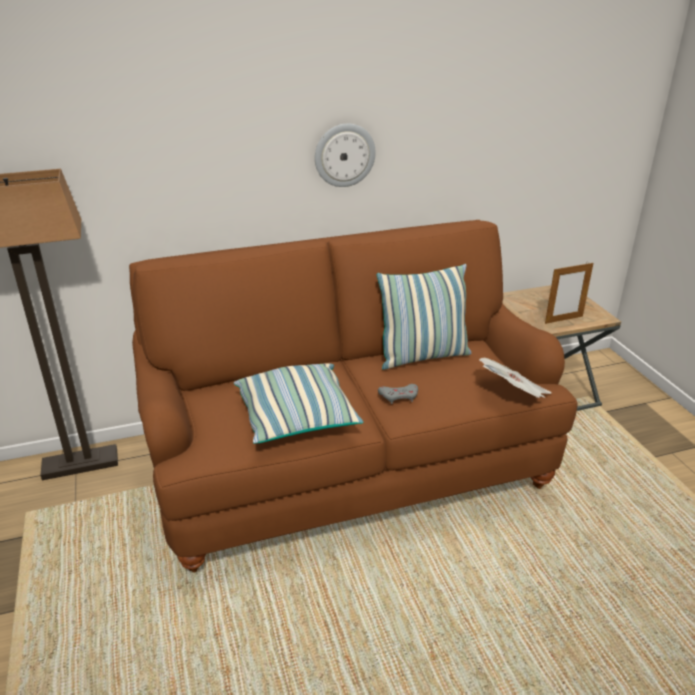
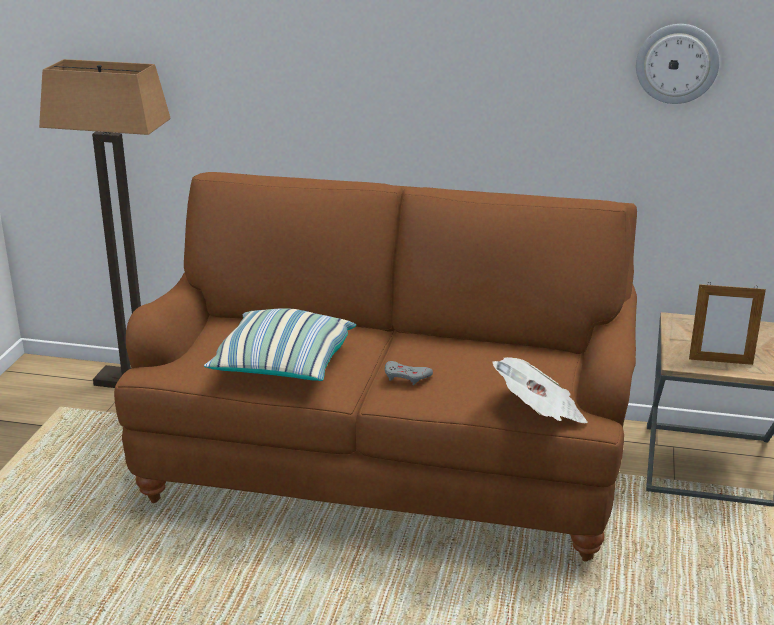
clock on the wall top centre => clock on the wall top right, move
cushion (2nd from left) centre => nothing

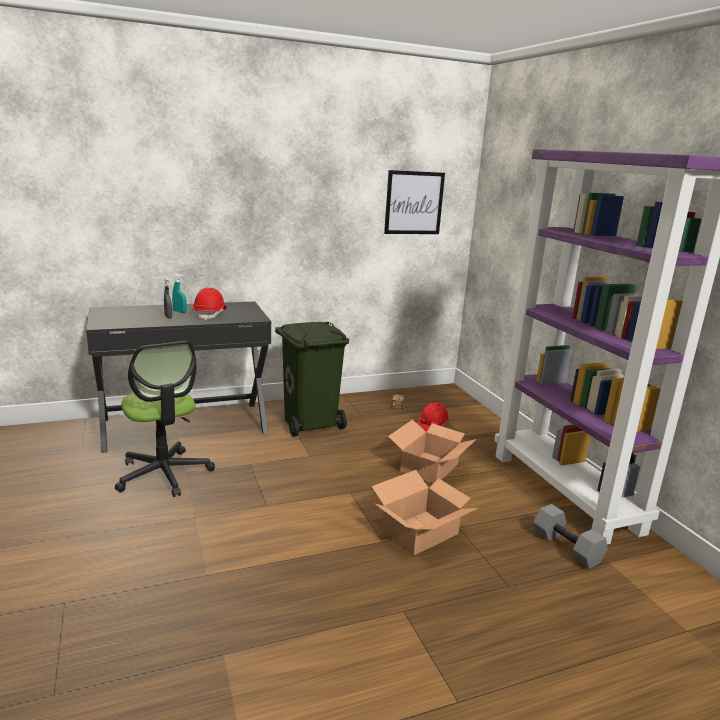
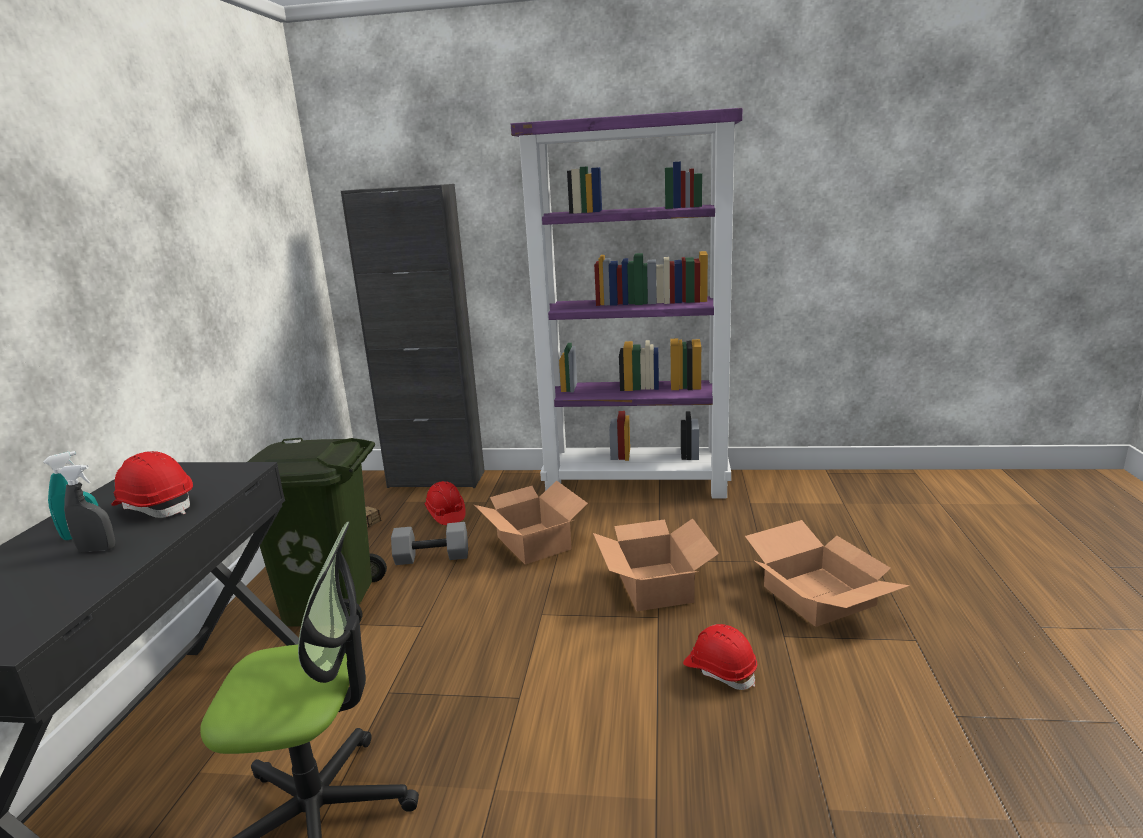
nothing => cabinet in black-coloured centre
hand weight in gray bottom right => hand weight in gray centre, move
nothing => safety helmet in red-coloured (3rd from left) bottom centre
nothing => cardboard box (3rd from left) bottom right
wall art top centre => nothing

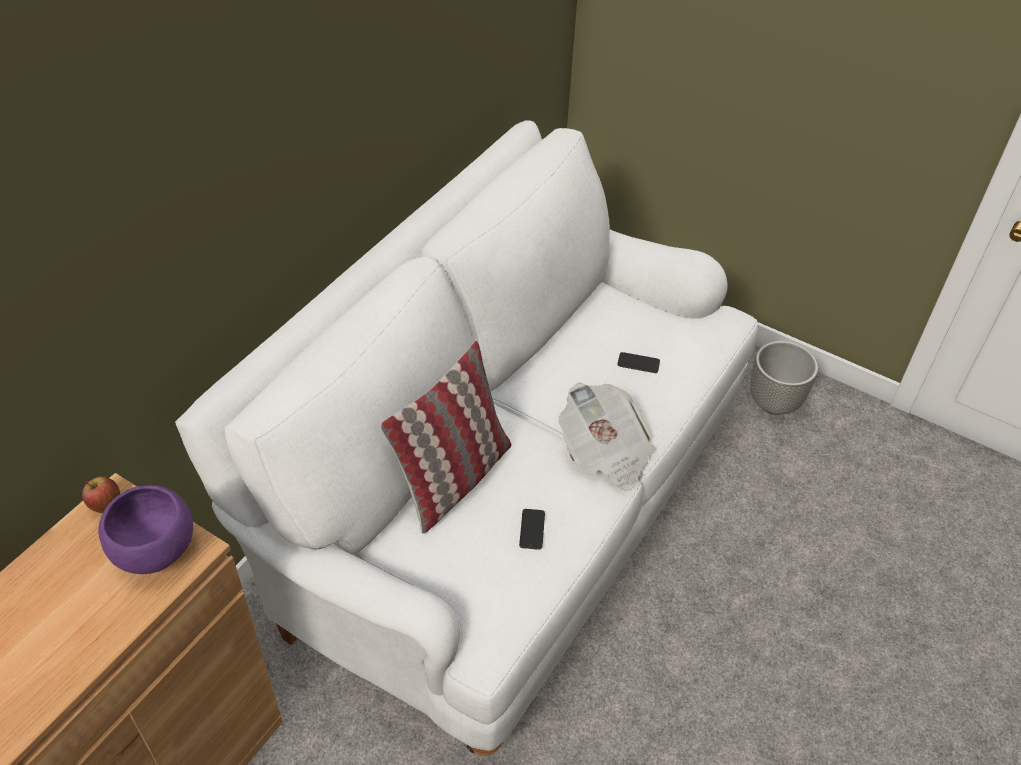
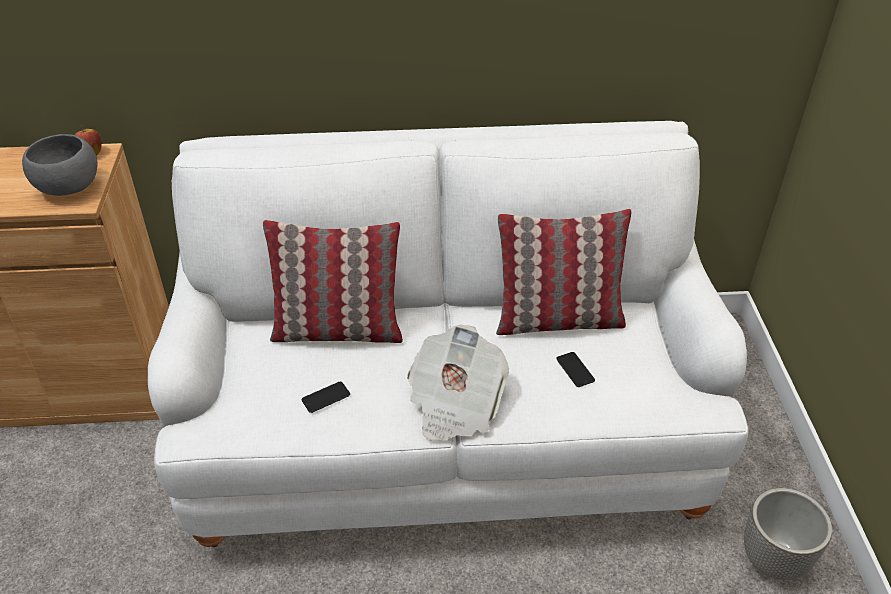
serving bowl in purplish bottom left => serving bowl in gray top left
nothing => cushion (2nd from left) centre

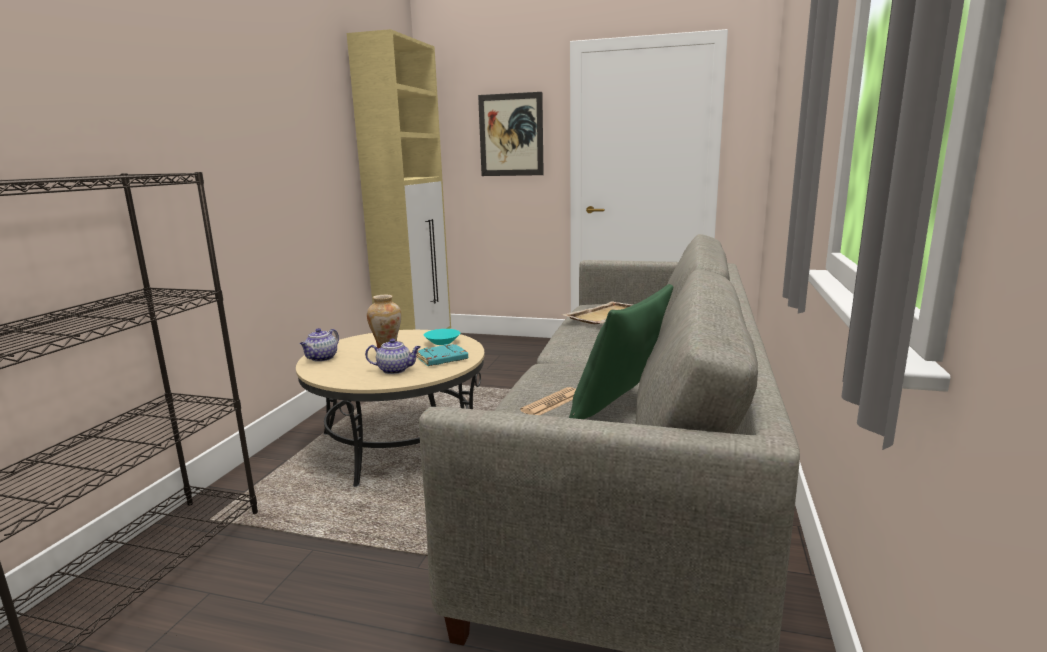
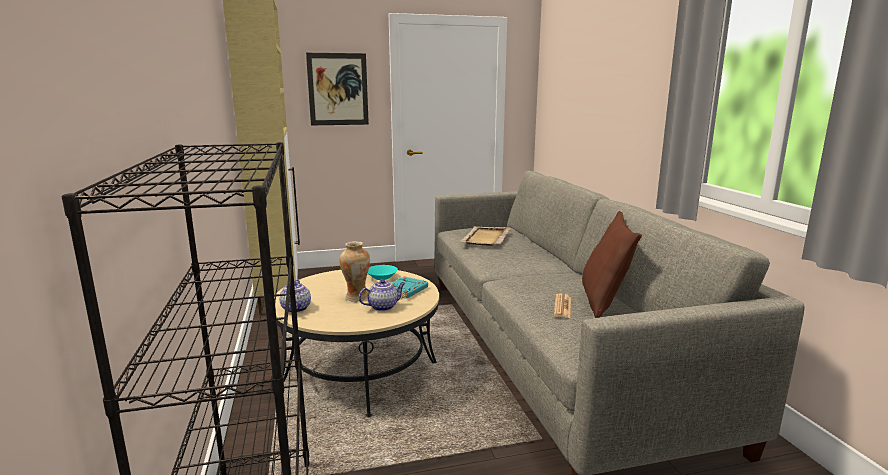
cushion in greenish centre => cushion in brown-coloured middle right

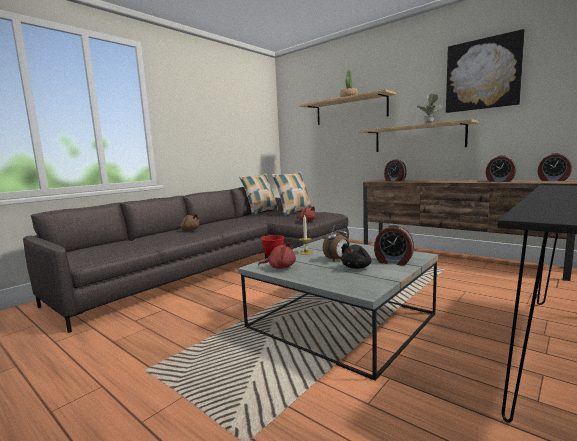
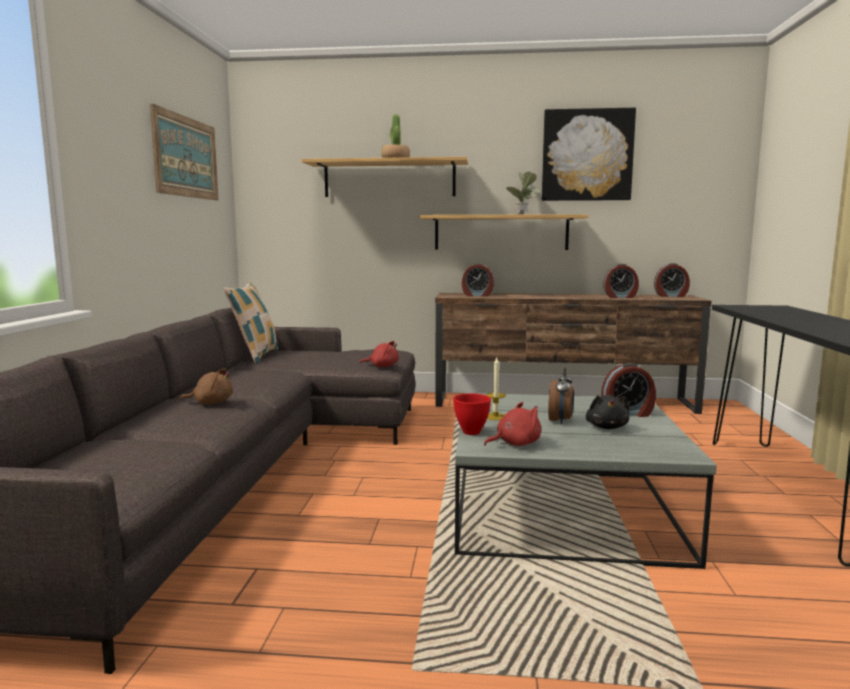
nothing => wall art (1st from left) top left
cushion (2nd from left) centre => nothing

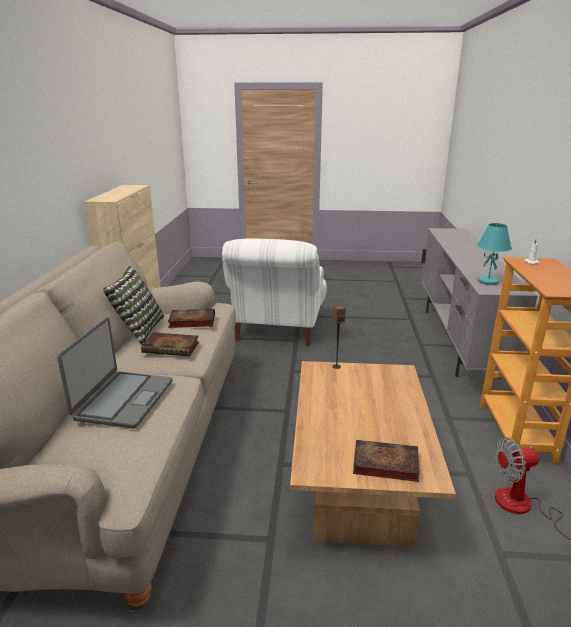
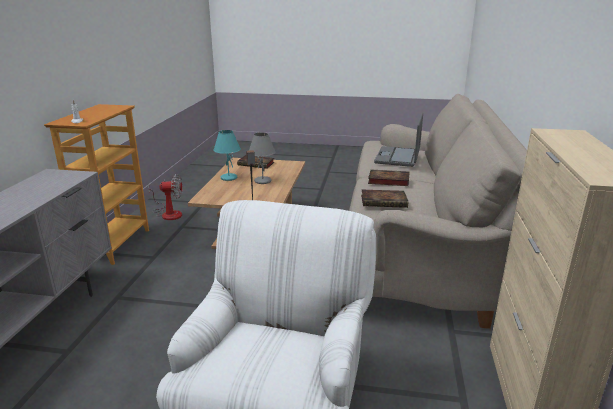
table lamp in turquoise-coloured middle right => table lamp in turquoise-coloured centre, move
nothing => table lamp in gray centre
cushion middle left => nothing

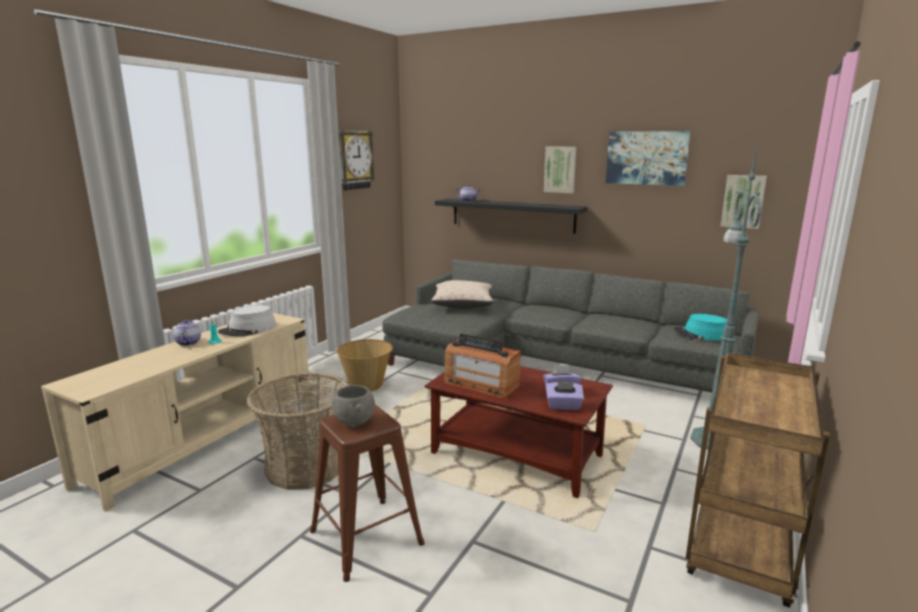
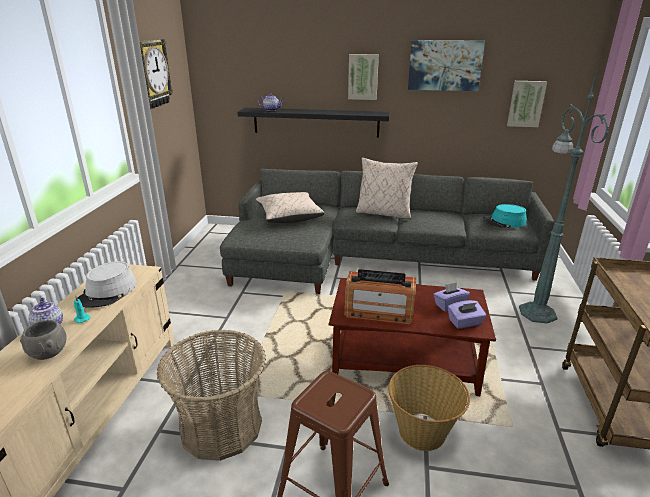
serving bowl in gray centre => serving bowl in gray bottom left, move
nothing => cushion in beige (2nd from left) centre
storage basket (2nd from left) centre => storage basket (2nd from left) bottom centre, move

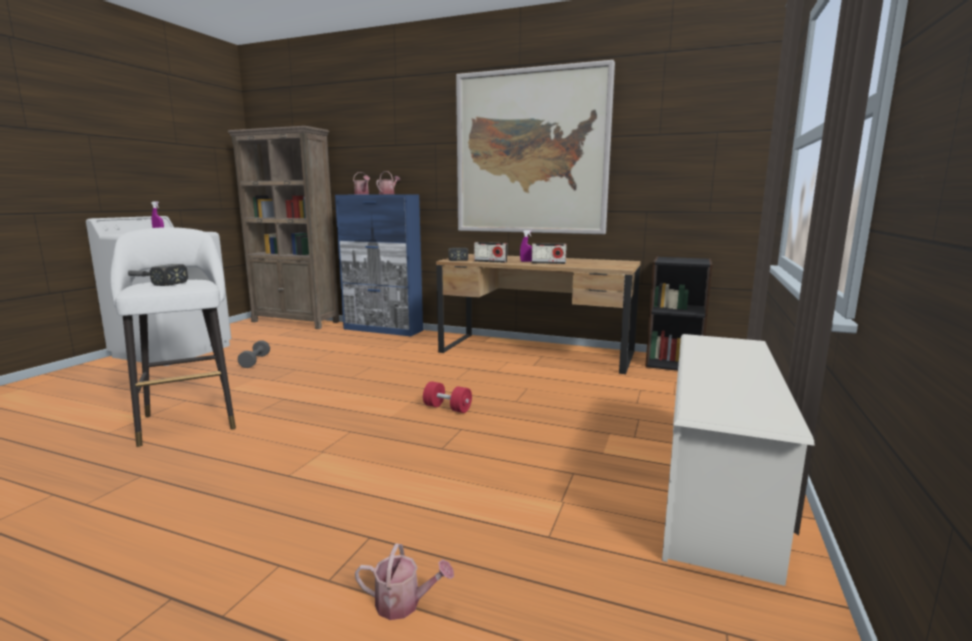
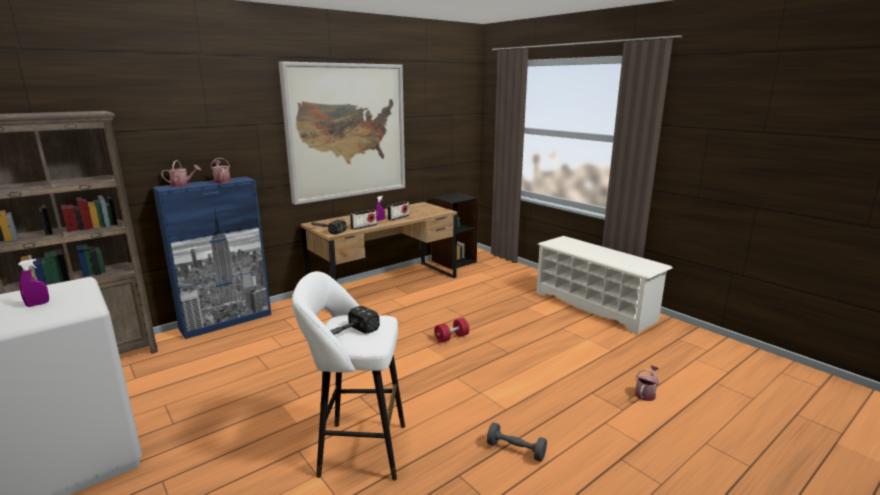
hand weight in gray middle left => hand weight in gray bottom centre, move

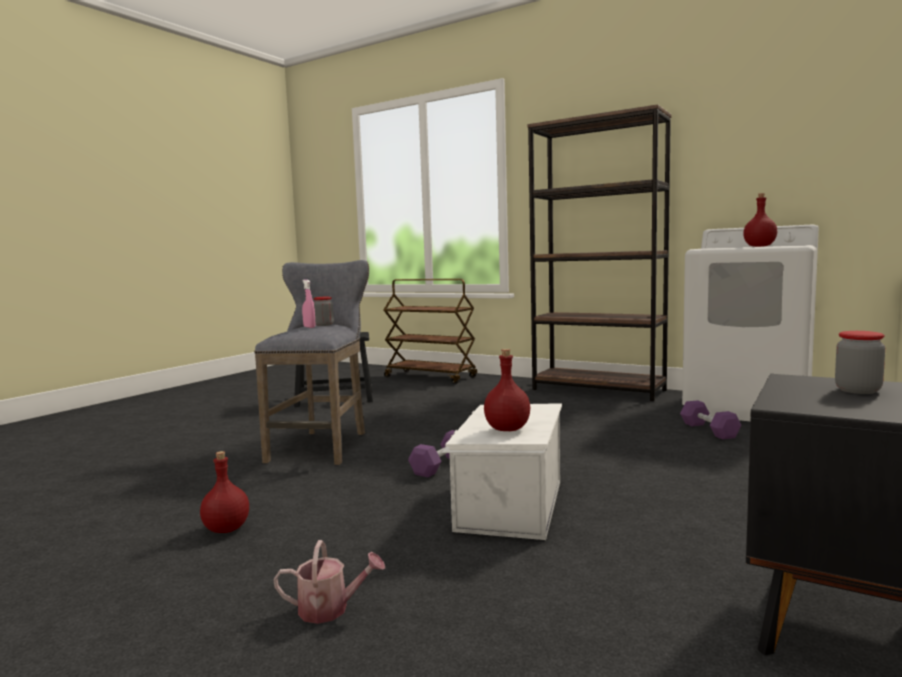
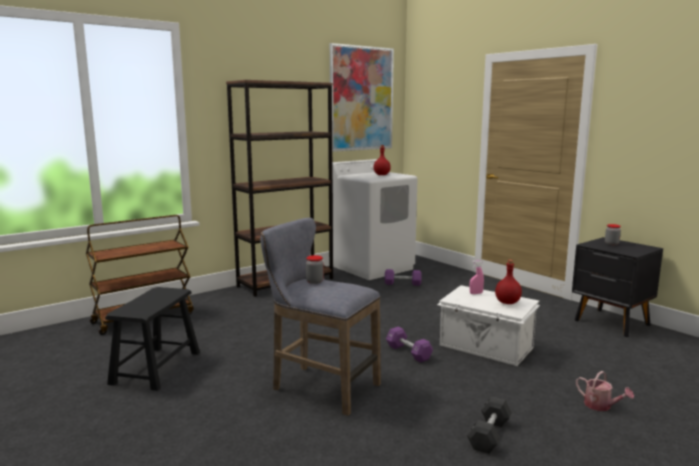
nothing => wall art top centre
bottle in red-coloured (1st from left) bottom left => hand weight in black-coloured bottom right
spray bottle in pink centre => spray bottle in pink middle right, move
watering pot bottom centre => watering pot bottom right, 120 degrees clockwise

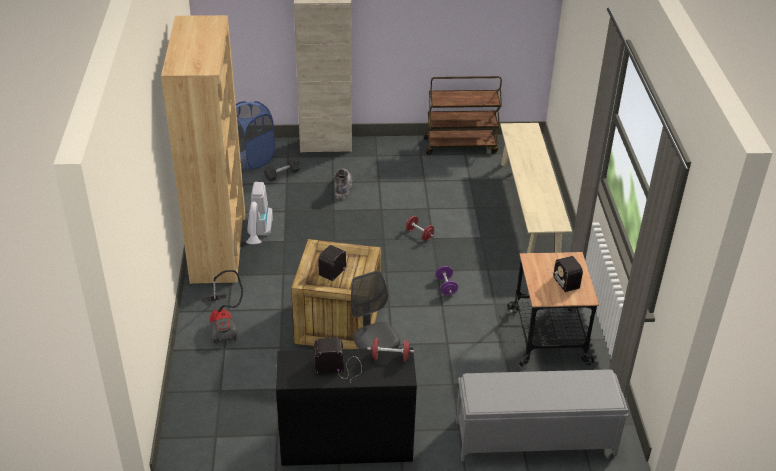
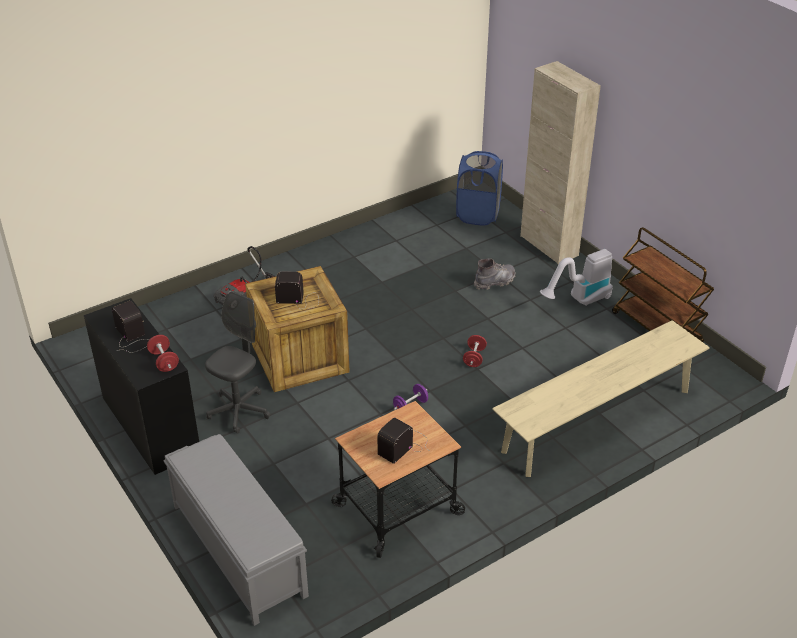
vacuum cleaner (2nd from left) centre => vacuum cleaner (2nd from left) middle right, move
bookshelf in brown-coloured top left => nothing
hand weight in black-coloured centre => nothing

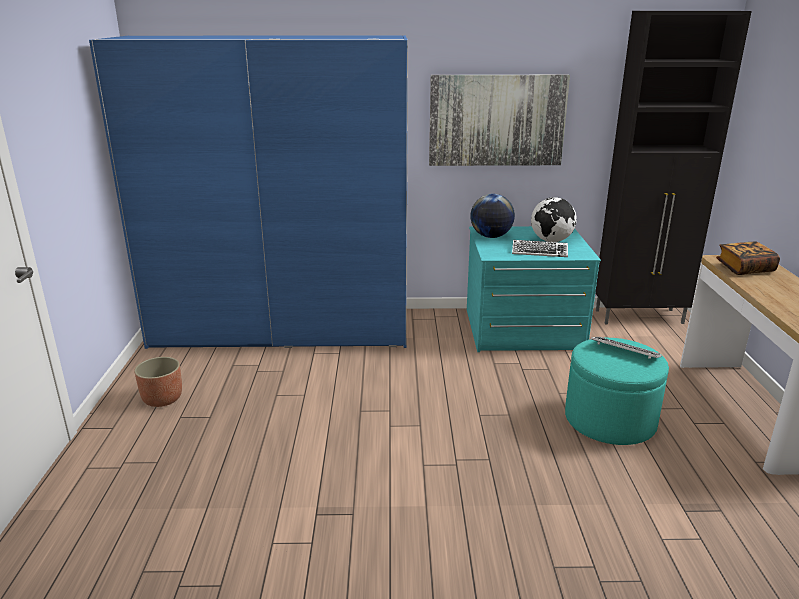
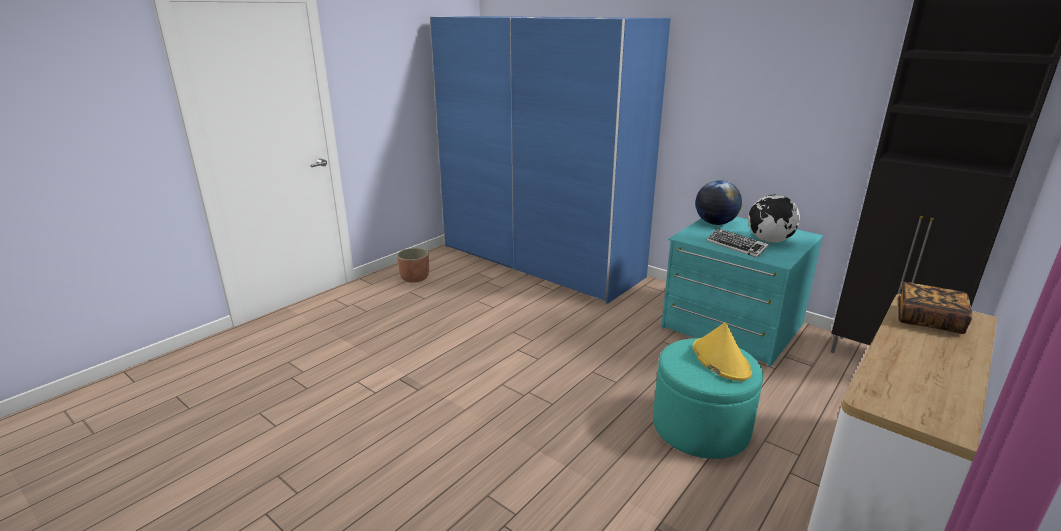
keyboard (2nd from left) middle right => wearable hat in yellow middle right
wall art top centre => nothing

